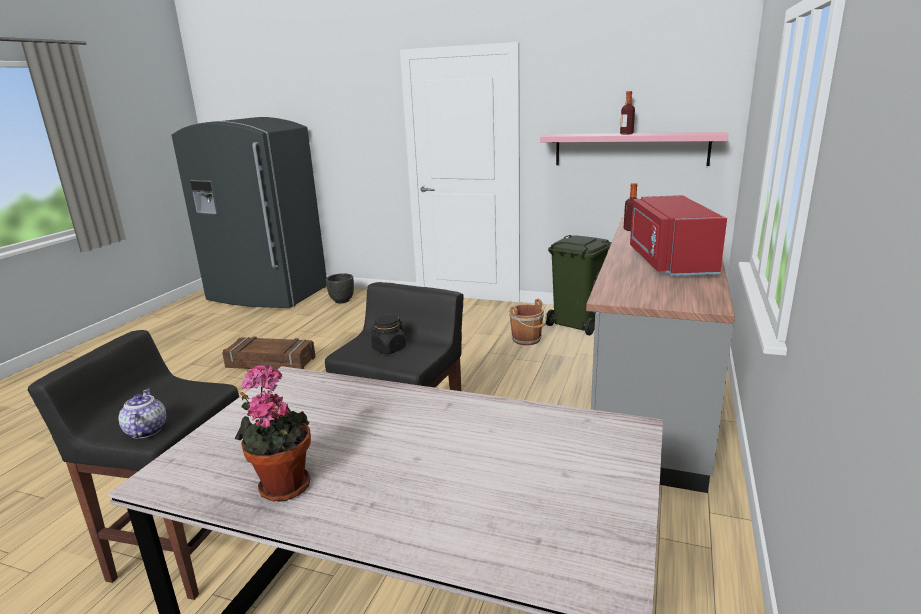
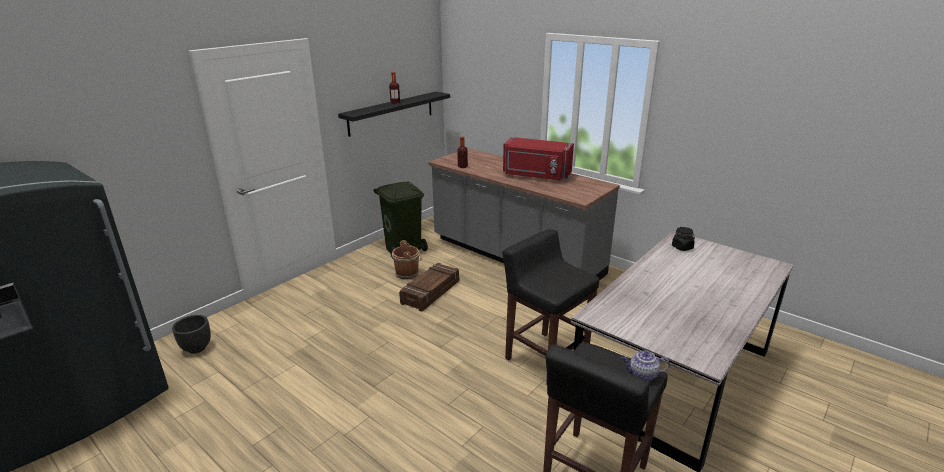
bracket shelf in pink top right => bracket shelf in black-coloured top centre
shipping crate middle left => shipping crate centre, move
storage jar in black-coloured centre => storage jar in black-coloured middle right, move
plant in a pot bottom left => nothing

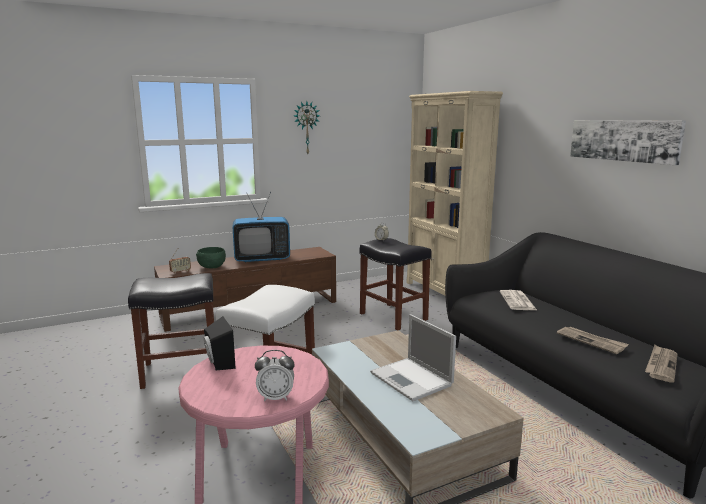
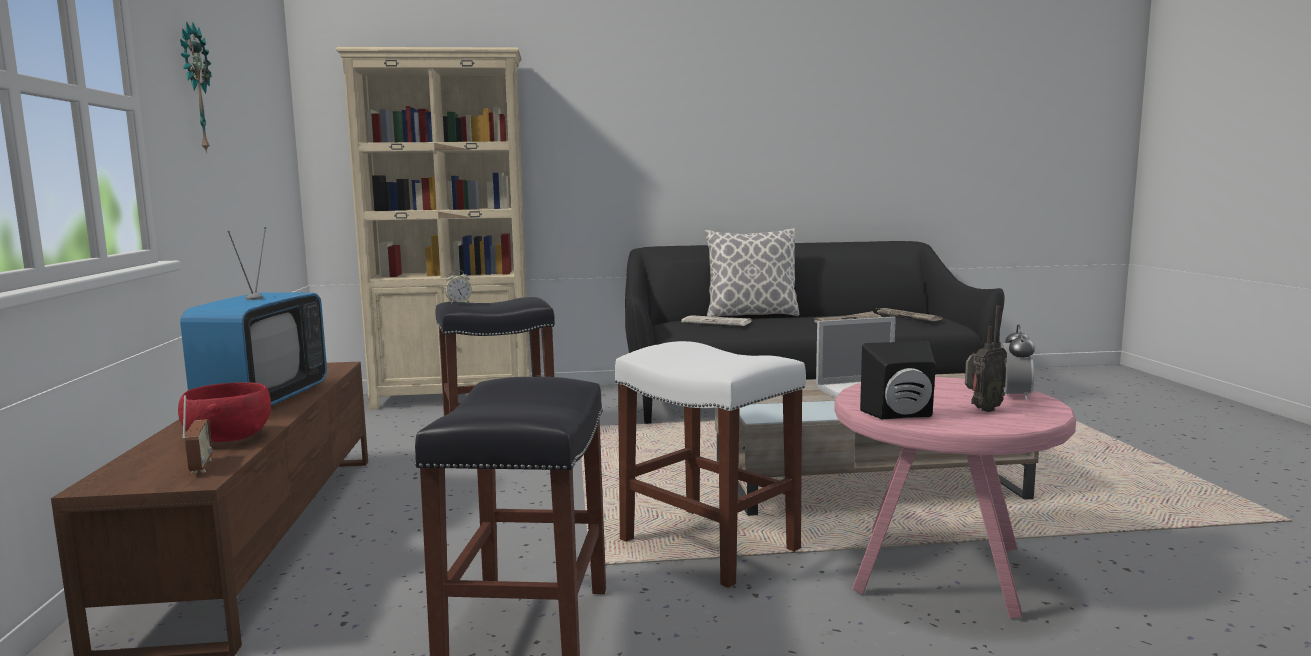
serving bowl in greenish middle left => serving bowl in red-coloured middle left
nothing => cushion centre
nothing => radio (2nd from left) middle right
wall art top right => nothing

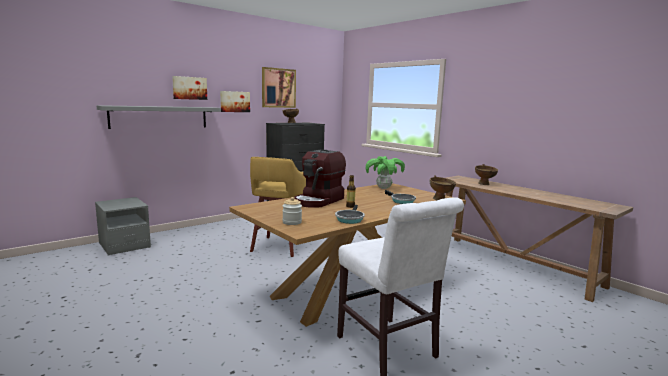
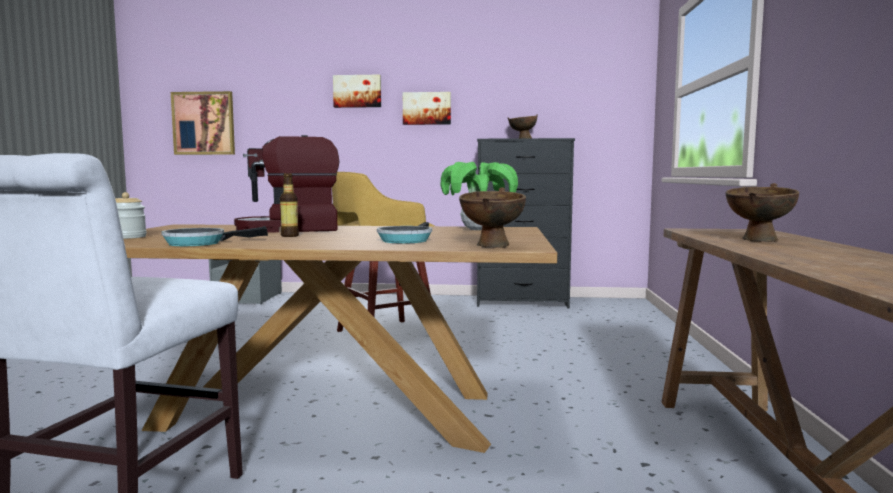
wall art (3rd from left in the first image) top centre => wall art (1st from left) top left, move
bracket shelf in gray top left => nothing

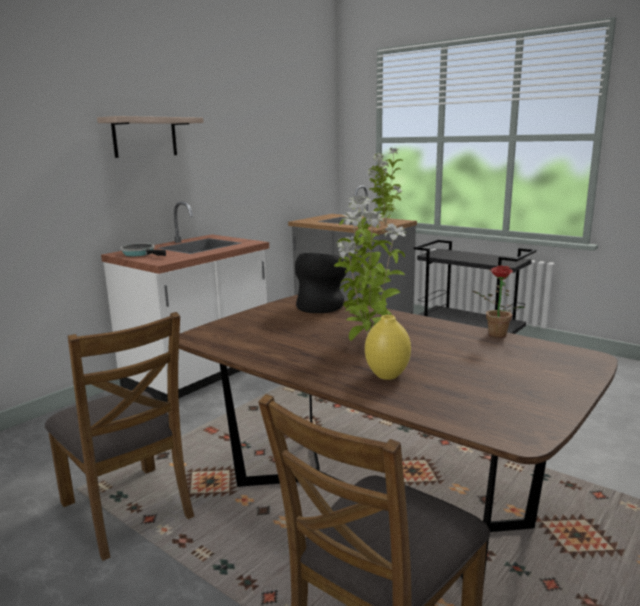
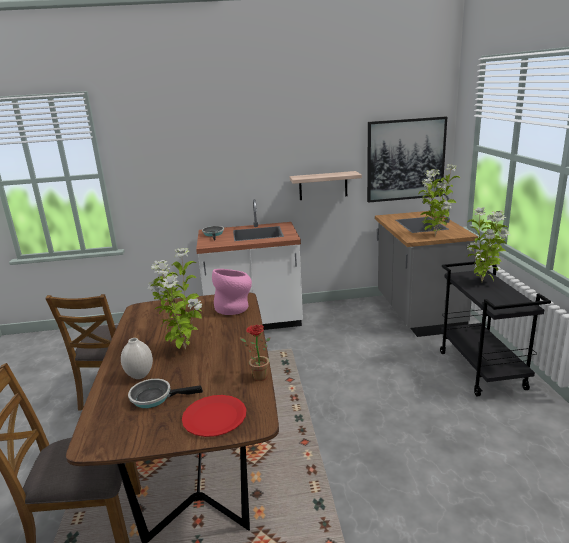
decorative vase in yellow centre => decorative vase in white middle left
nothing => skillet (1st from left) bottom left
nothing => dinner plate in red-coloured bottom centre
decorative vase in black-coloured centre => decorative vase in pink centre
bracket shelf top left => bracket shelf centre, move
nothing => wall art top right
nothing => plant in a pot (4th from left) middle right

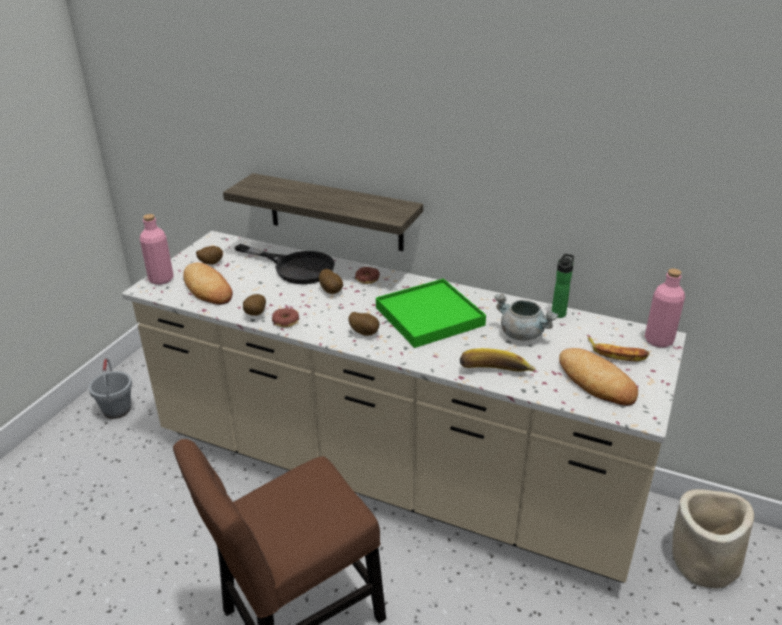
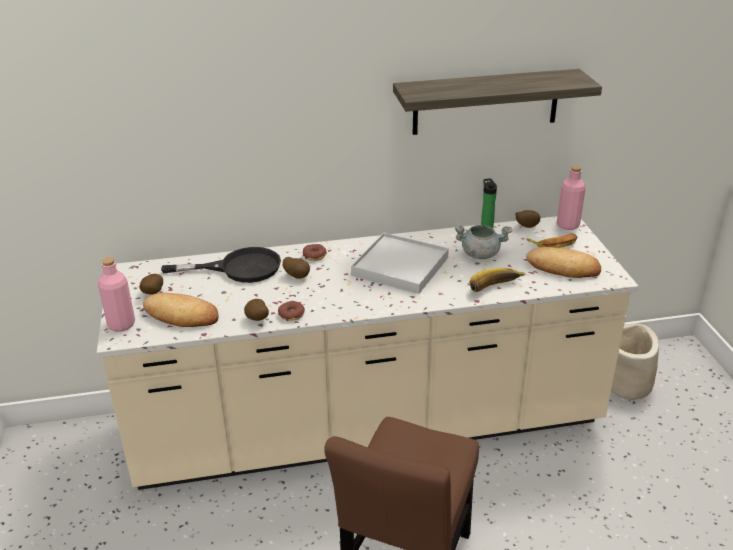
tray in greenish centre => tray in white centre
bracket shelf centre => bracket shelf top right, move
potato (4th from left) centre => potato (4th from left) middle right, move
bucket in gray middle left => nothing

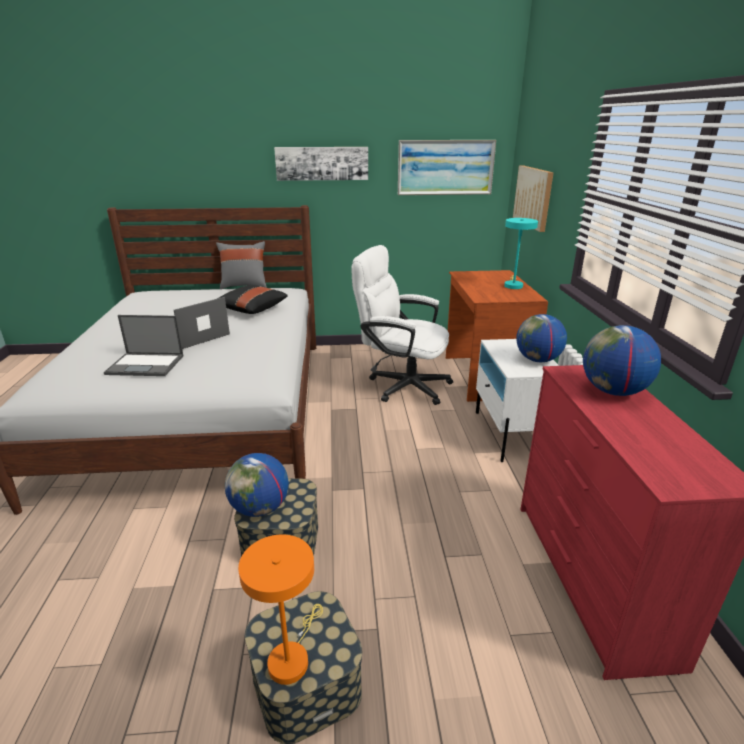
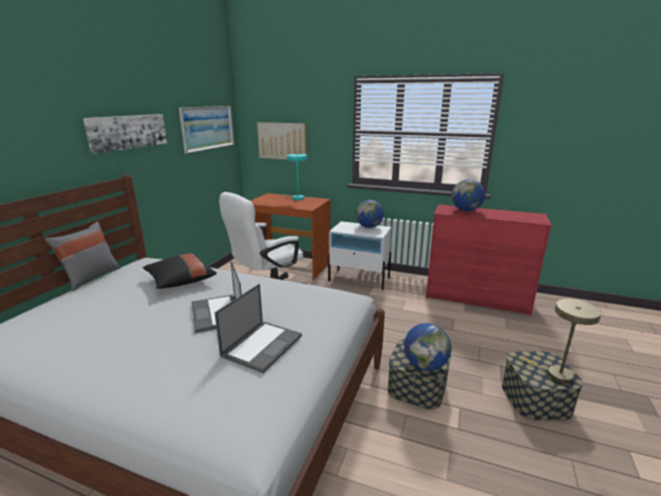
table lamp in orangey bottom centre => table lamp in beige bottom right

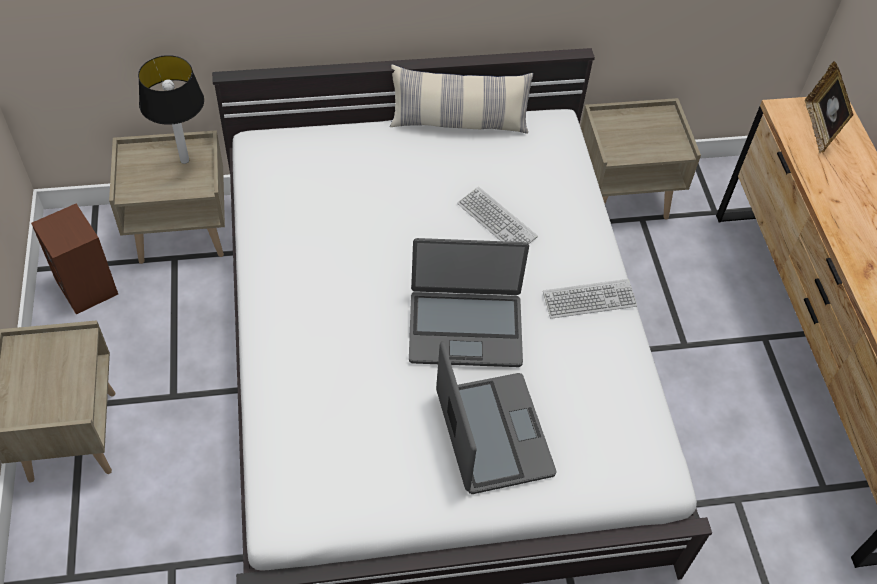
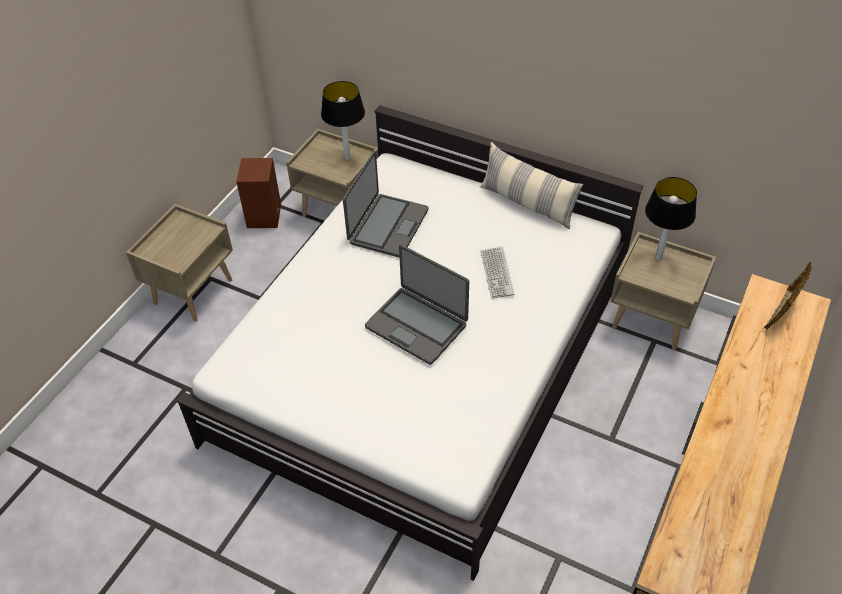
portable computer (2nd from left in the first image) bottom centre => portable computer (1st from left) centre, move
nothing => table lamp (2nd from left) middle right
keyboard (2nd from left) middle right => nothing

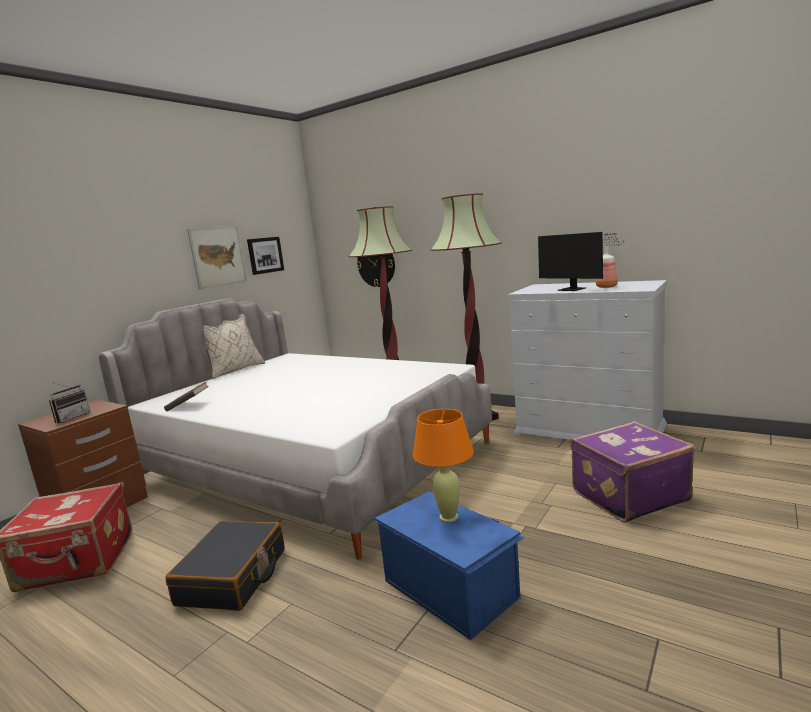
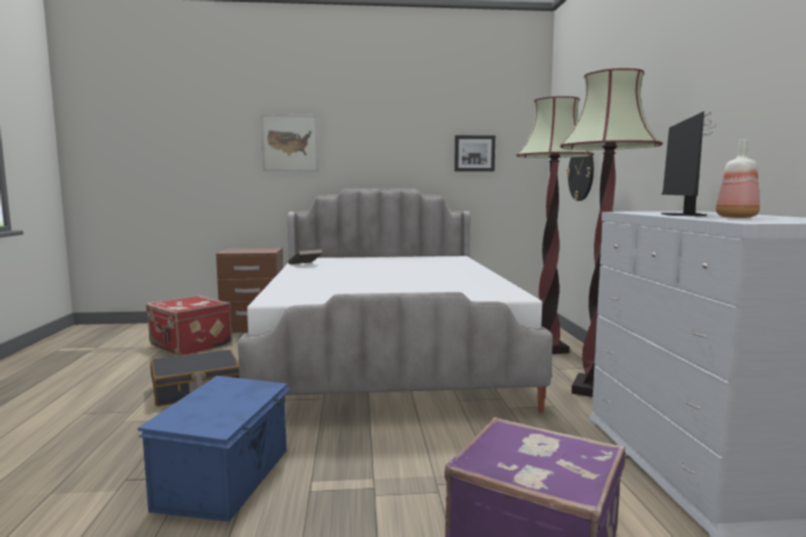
wall art (1st from left) middle left => wall art (1st from left) top centre, move
radio middle left => nothing
cushion in beige middle left => nothing
table lamp in orangey centre => nothing

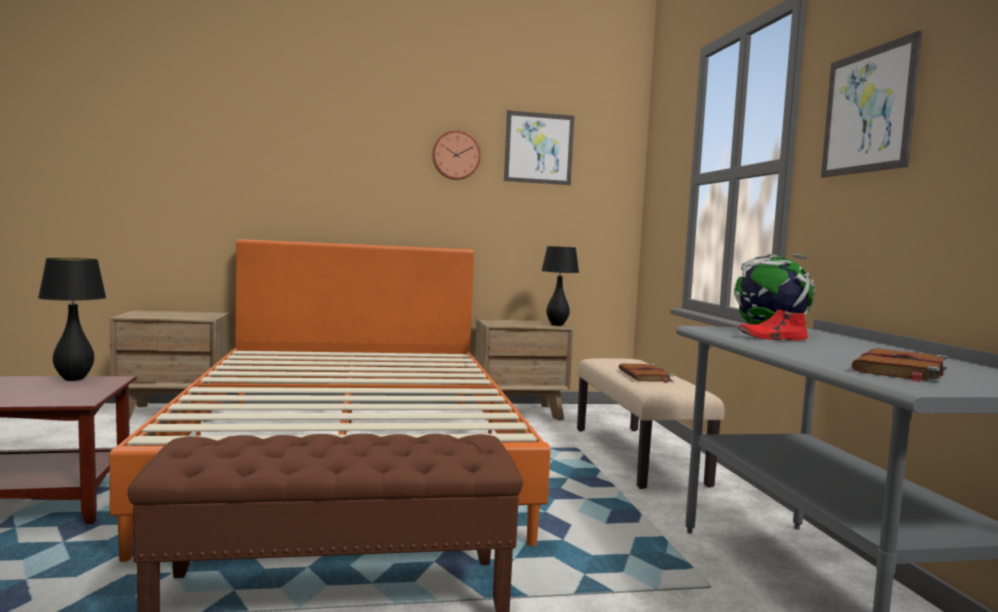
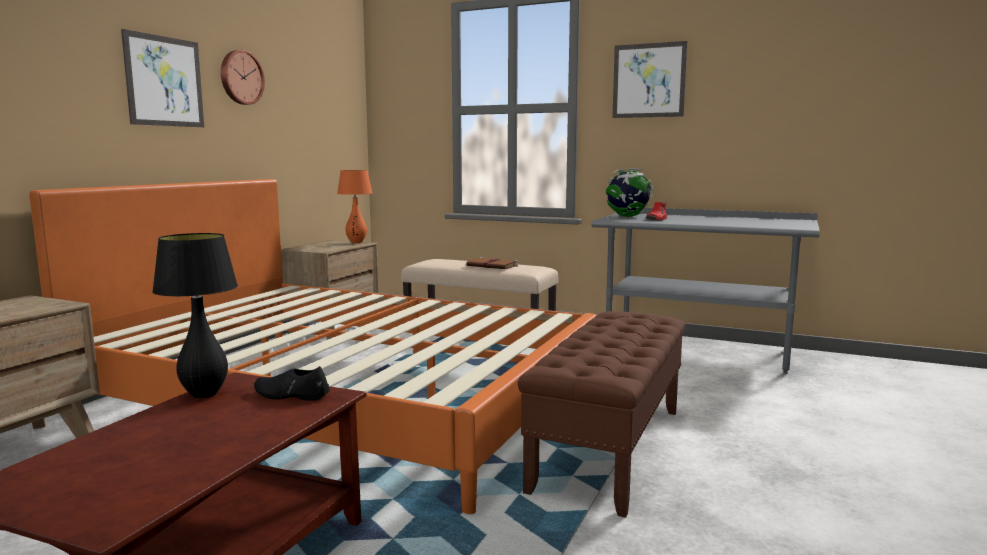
wall art (1st from left) top centre => wall art (1st from left) top left, move
nothing => item of footwear in black-coloured bottom left
table lamp in black-coloured (2nd from left) centre => table lamp in orangey centre
bound book in brown-coloured (2nd from left) middle right => nothing

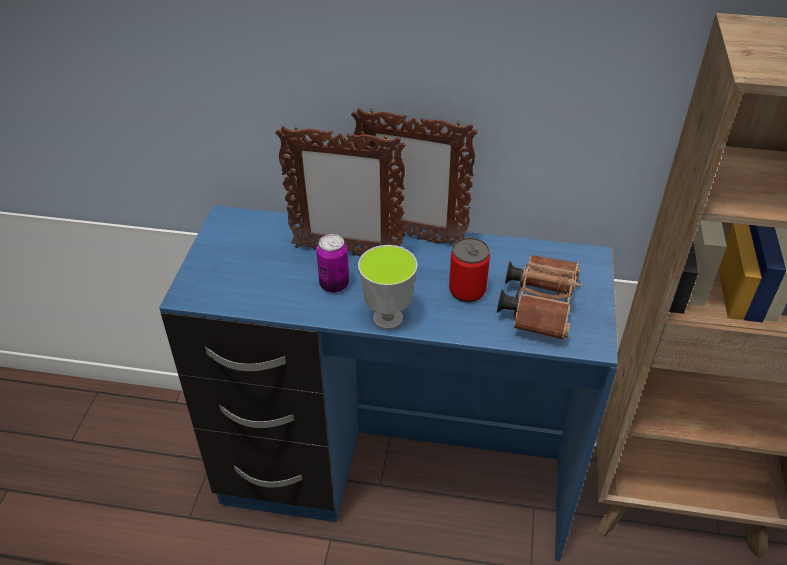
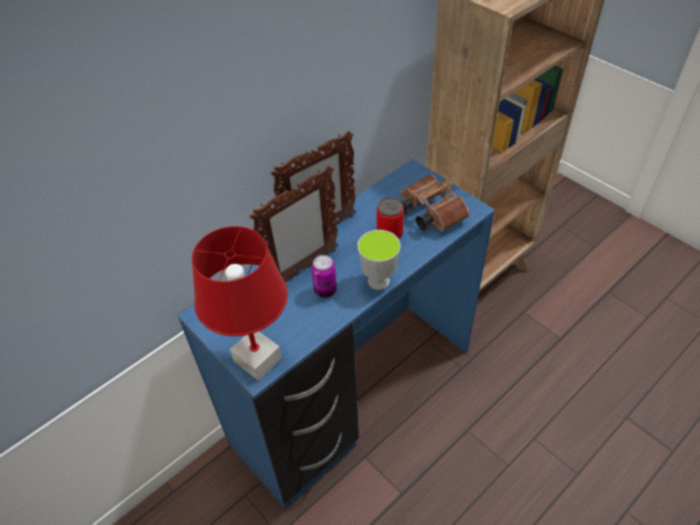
nothing => table lamp in red-coloured centre

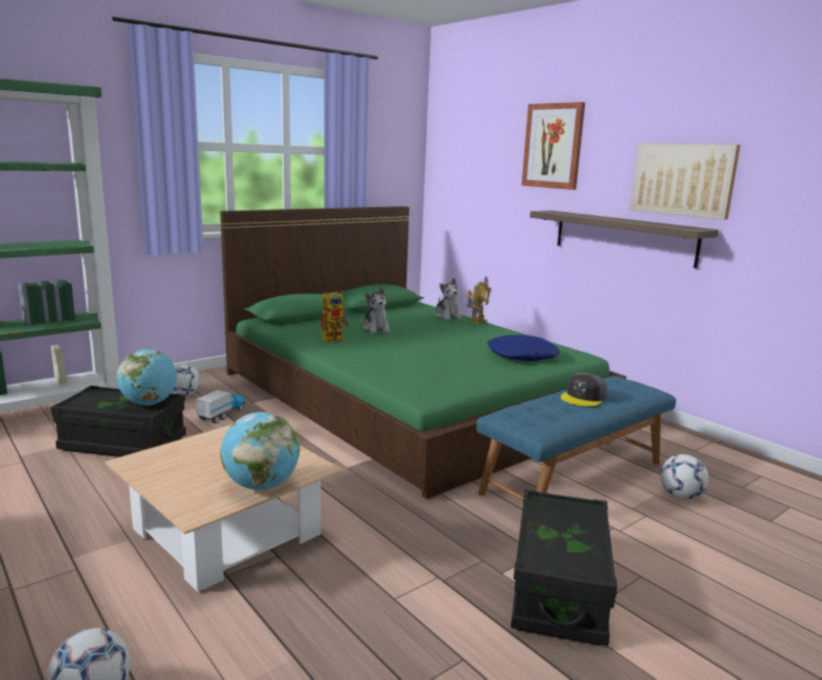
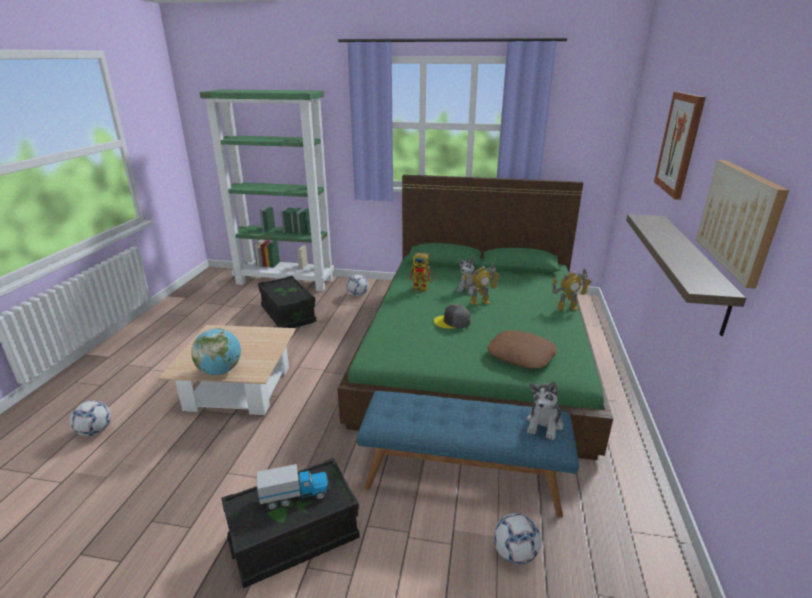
model truck middle left => model truck bottom centre, move
peaked cap in gray middle right => peaked cap in gray centre, move
nothing => model robot (2nd from left) centre
cushion in bluish centre => cushion in brown-coloured centre
cuddly toy (2nd from left) centre => cuddly toy (2nd from left) bottom right, move
globe (1st from left) middle left => nothing

